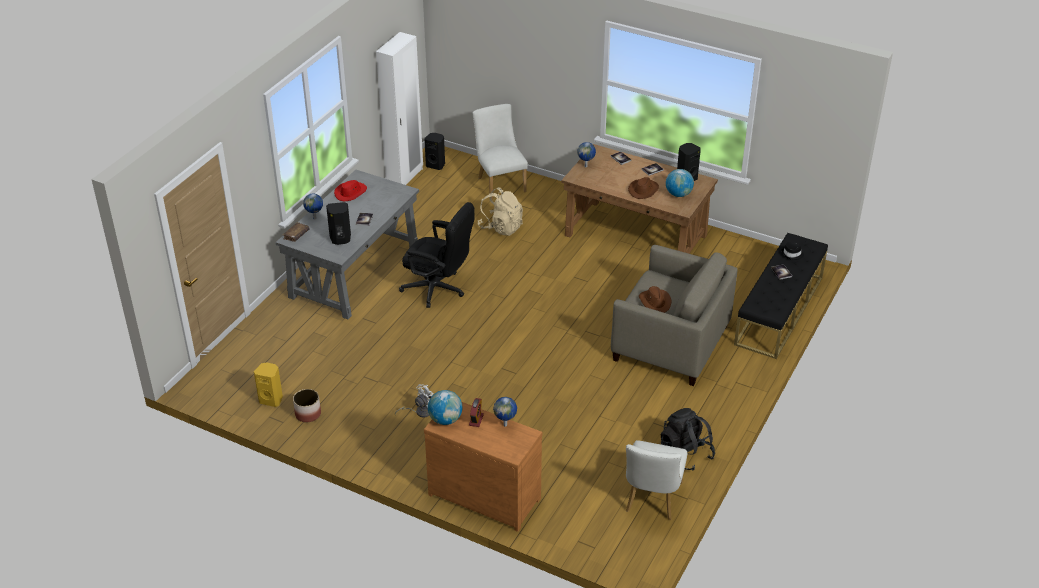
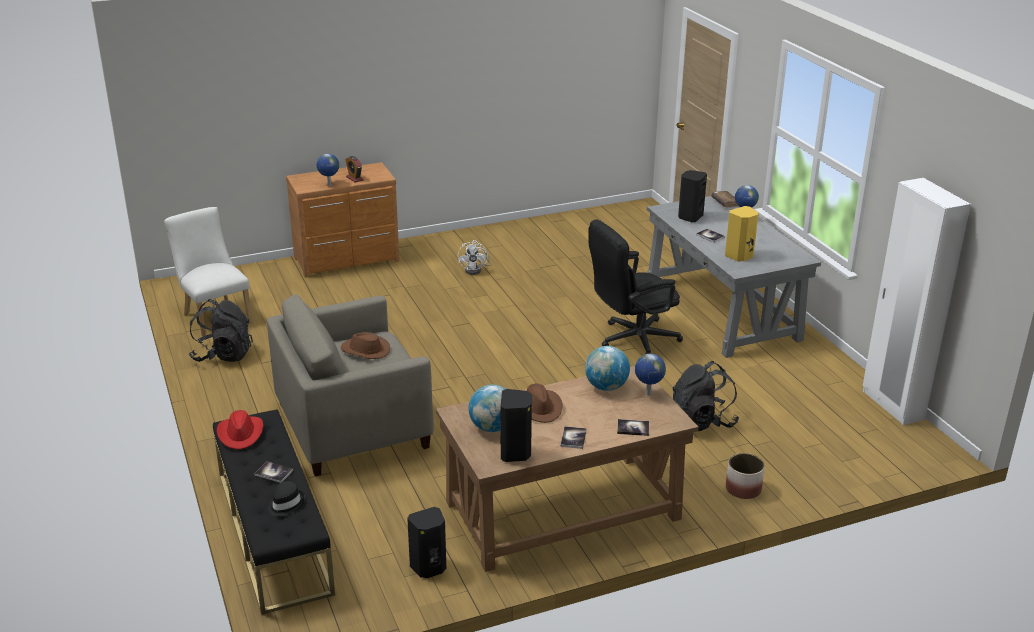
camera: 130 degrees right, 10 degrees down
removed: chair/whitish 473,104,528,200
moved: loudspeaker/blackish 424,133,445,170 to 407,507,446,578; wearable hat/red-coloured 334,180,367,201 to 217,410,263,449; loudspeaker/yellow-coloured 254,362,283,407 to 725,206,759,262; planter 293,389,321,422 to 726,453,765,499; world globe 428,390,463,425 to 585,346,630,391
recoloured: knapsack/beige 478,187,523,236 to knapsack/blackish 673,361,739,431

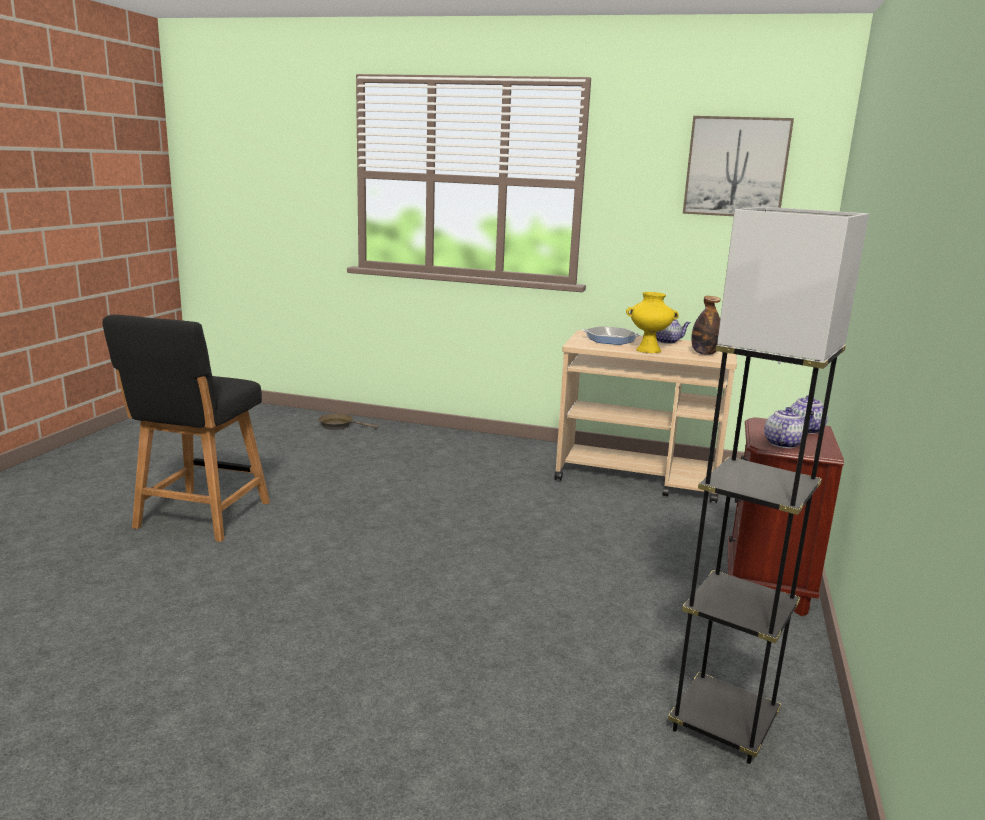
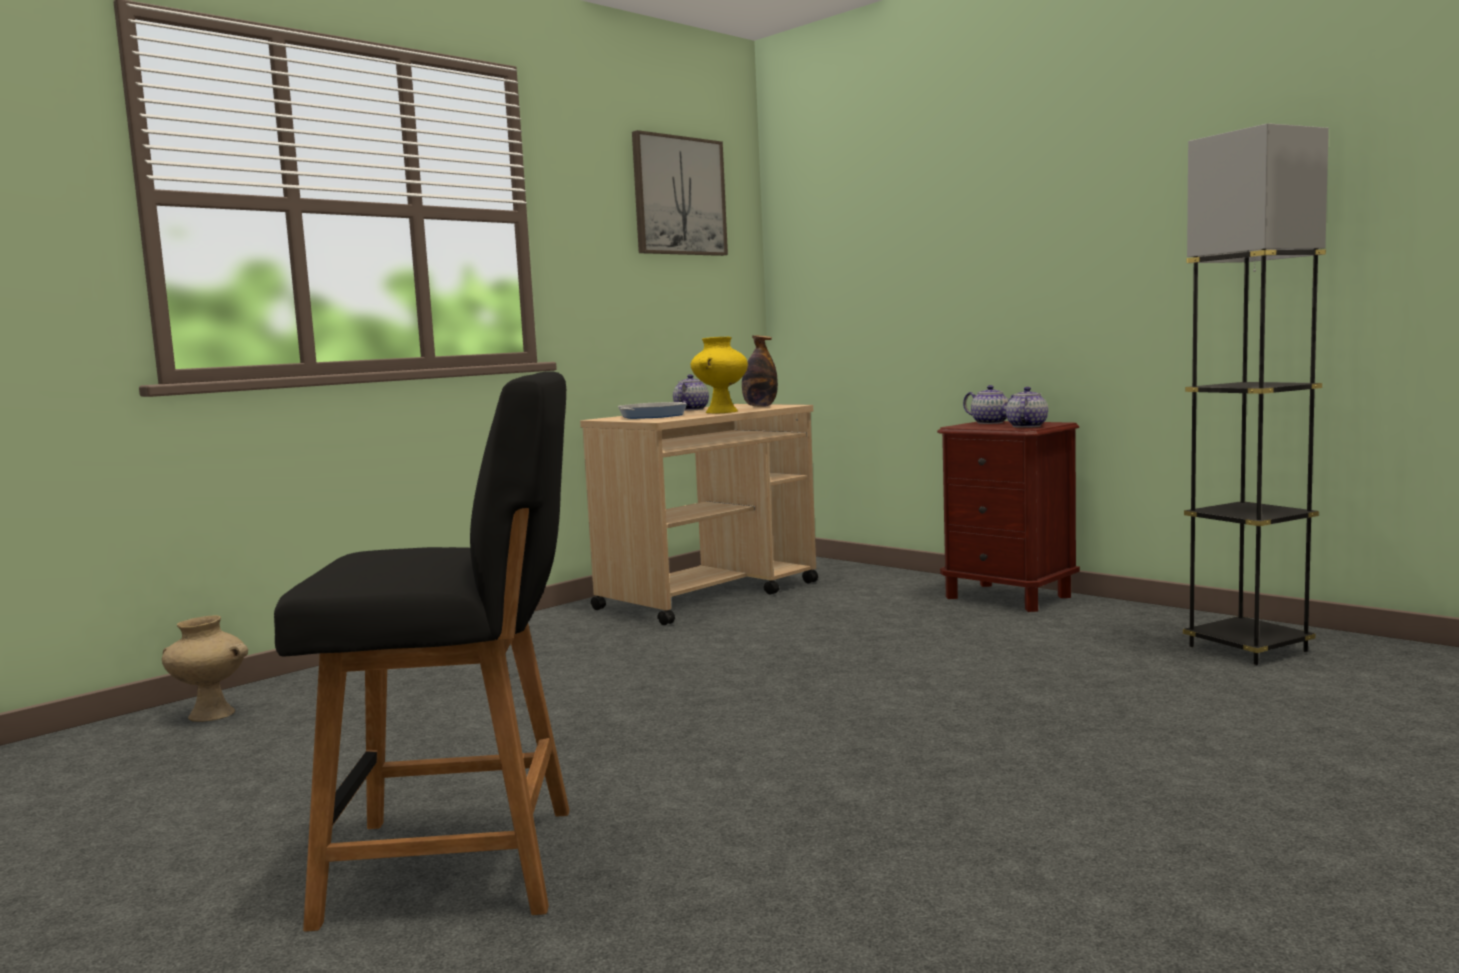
camera: 60 degrees left, 10 degrees down
replaced: skillet/brownish 318,413,378,430 to decorative vase/beige 162,615,248,722
turned: chair/blackish 103,315,270,542 = 274,371,569,932 45 degrees counterclockwise; pot for tea 764,407,804,448 = 1006,387,1048,428 60 degrees clockwise

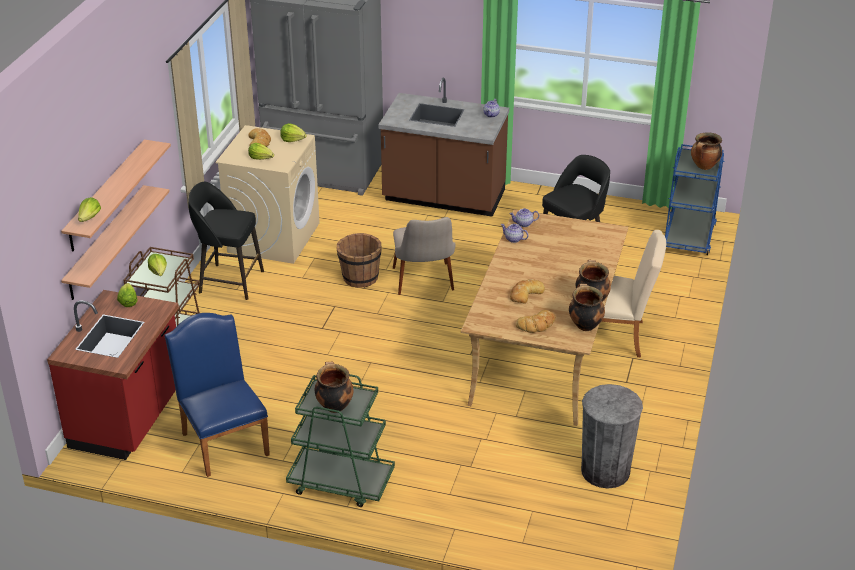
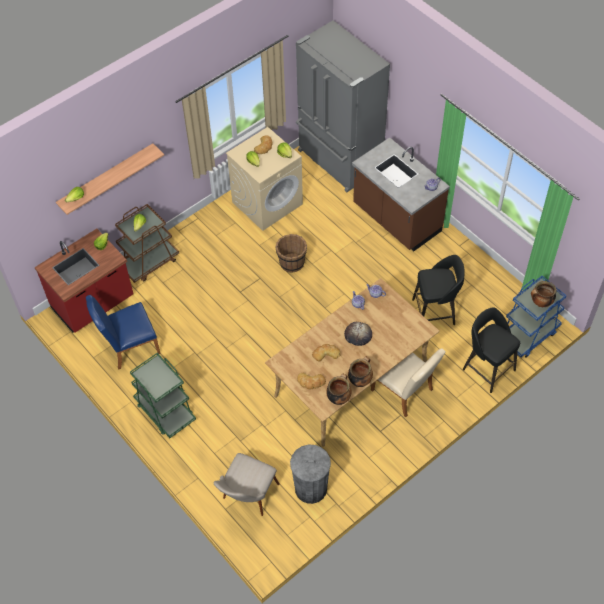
camera: 35 degrees right, 20 degrees up
removed: shelf 61,185,170,300; stockpot 315,362,354,413
added: bread 344,322,372,346
moved: stool/blackish 188,182,264,300 to 463,307,520,393; chair/beige 393,217,455,295 to 214,453,279,516
turned: chair/bluish 165,313,270,477 = 86,295,161,370 120 degrees counterclockwise

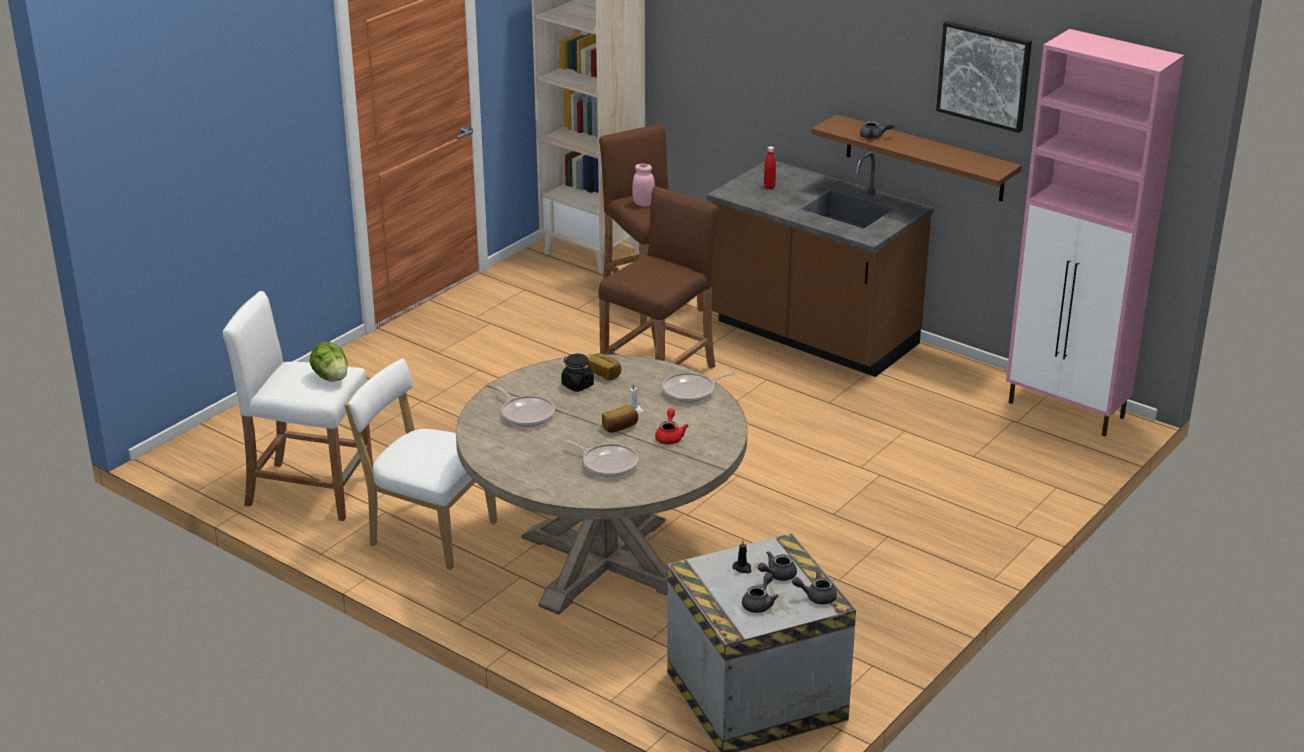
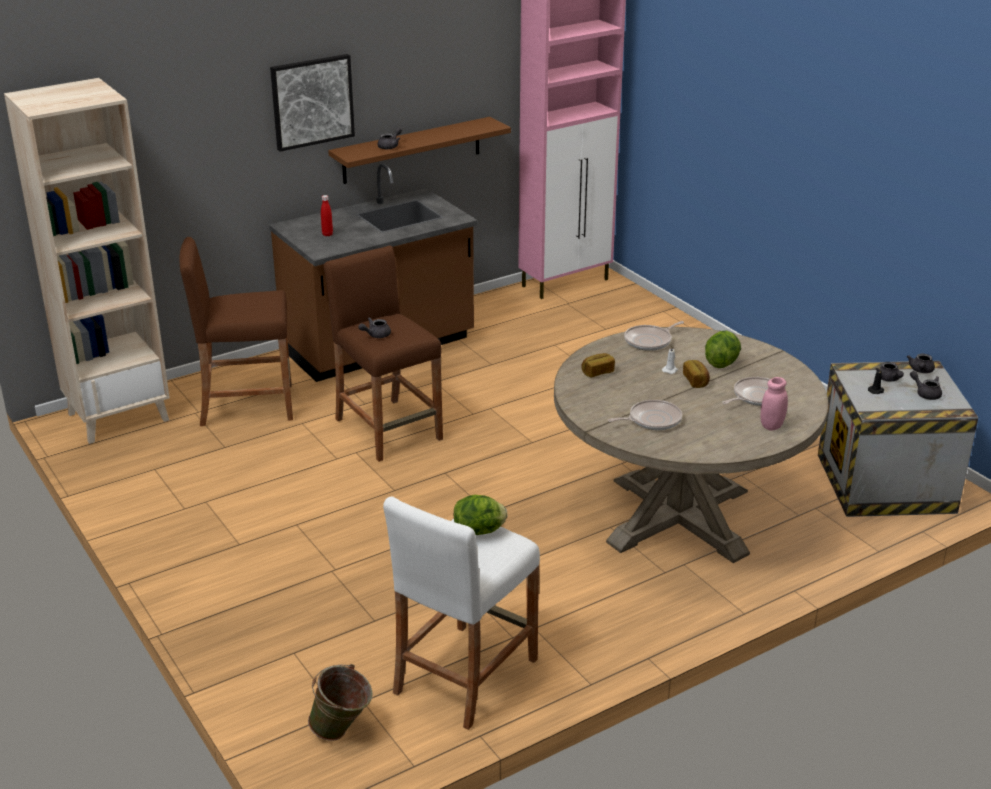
camera: 70 degrees left, 0 degrees up
removed: preserve jar/blackish 561,354,594,392; chair/whitish 344,359,497,570
added: pot for tea/grey 358,317,391,338; water bucket/greenish 308,664,373,741
moved: picture 936,21,1032,133 to 270,54,355,152; preserve jar/pinkish 632,163,655,207 to 760,377,788,431
replaced: pot for tea/red-coloured 655,408,689,445 to lettuce head 705,330,741,368
turned: skillet 662,372,736,403 = 624,321,684,351 60 degrees clockwise

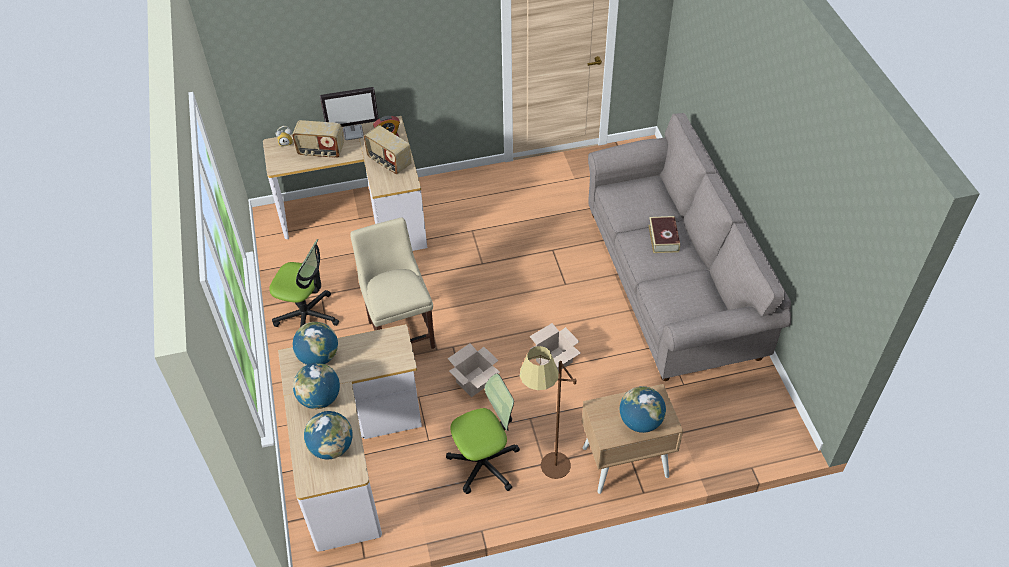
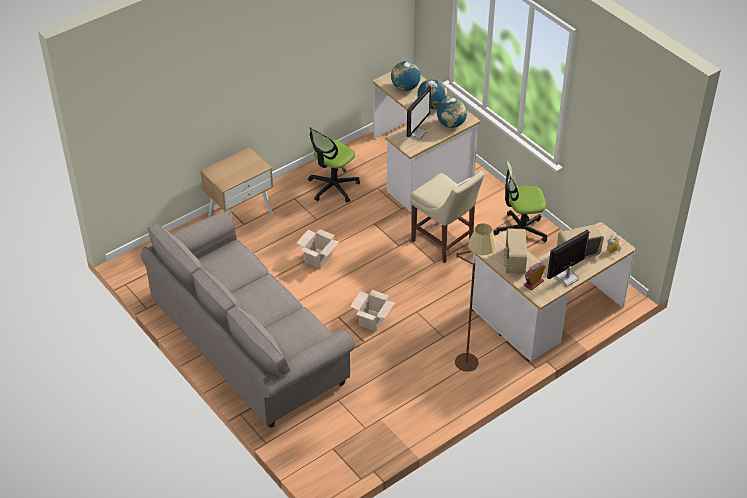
camera: 155 degrees right, 5 degrees down
removed: book 648,216,680,253; world globe 620,386,666,433
added: computer screen 406,86,431,140
moved: carton 448,343,500,397 to 350,290,395,332; standard lamp/brownish 520,346,576,479 to 455,223,496,372
turned: radio receiver 363,125,412,174 = 504,228,527,274 105 degrees counterclockwise

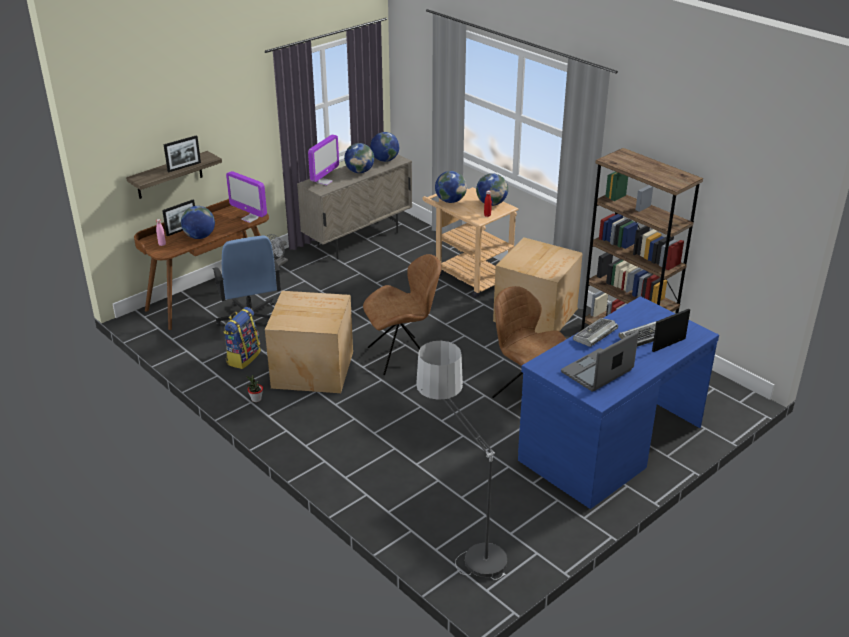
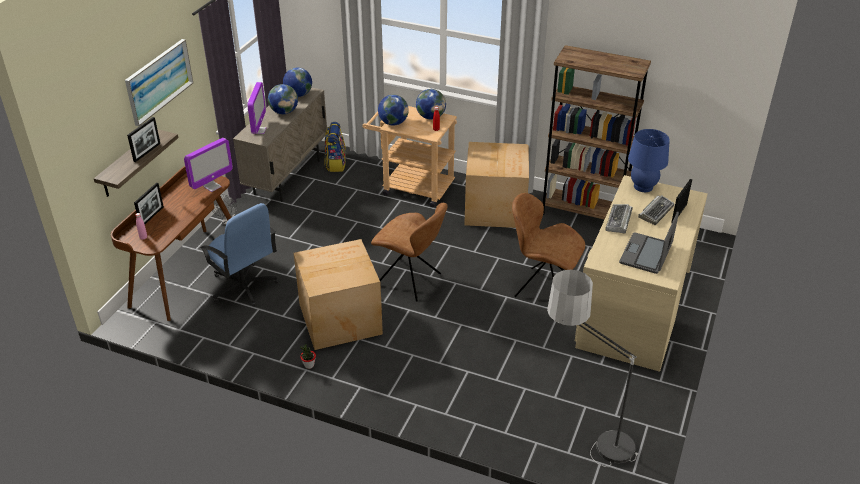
camera: 25 degrees left, 5 degrees up
removed: world globe 181,206,215,239
added: picture 125,39,193,126; lamp for a table/bluish 628,129,670,192
moved: knapsack 223,307,261,369 to 324,122,346,172
recoloured: desk unit/bluish 518,296,719,509 to desk unit/beige 575,175,708,372
turned: computer screen 226,171,267,223 = 184,138,233,192 60 degrees counterclockwise; chair/brownish 363,254,441,375 = 371,203,448,301 75 degrees clockwise

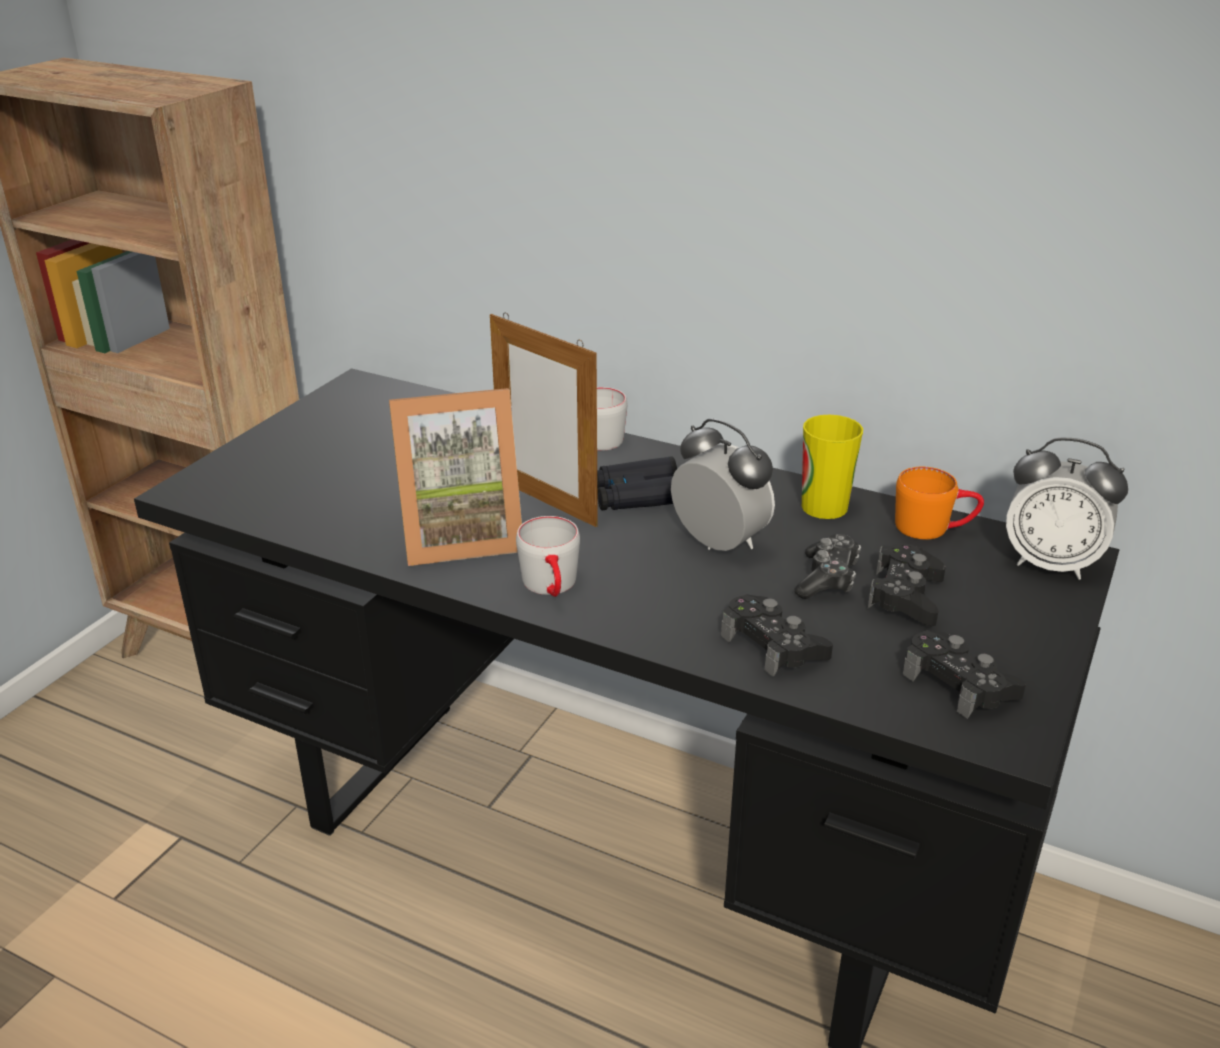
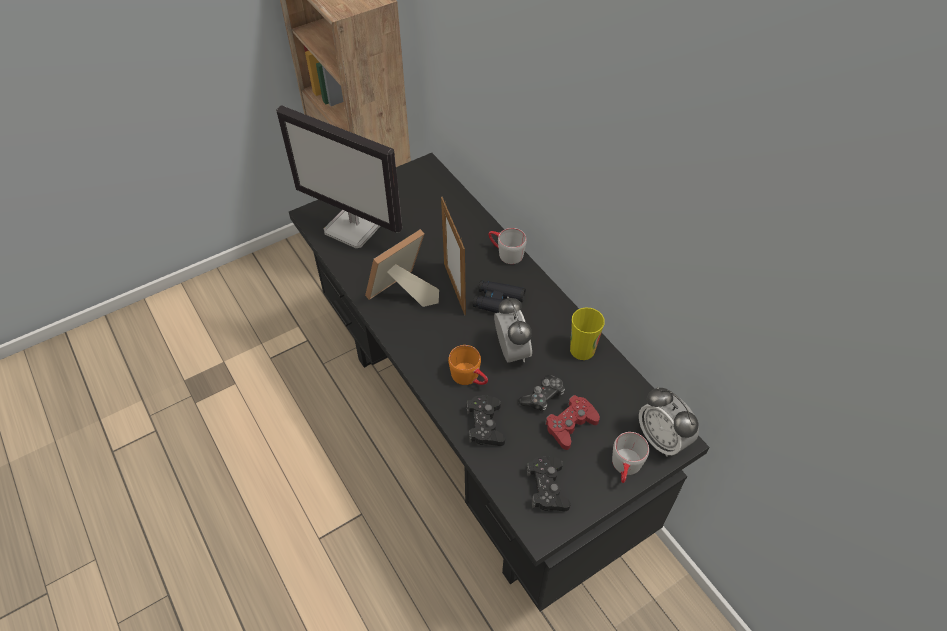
camera: 30 degrees right, 20 degrees up
added: computer screen 276,105,402,249
moved: mug/orange-coloured 895,467,984,540 to 448,345,488,385; mug/grey 516,516,580,597 to 612,432,649,483
recoloured: joypad/blackish 868,543,946,626 to joypad/red-coloured 545,395,600,450
turned: photo frame 389,388,522,566 = 365,229,439,307 120 degrees clockwise

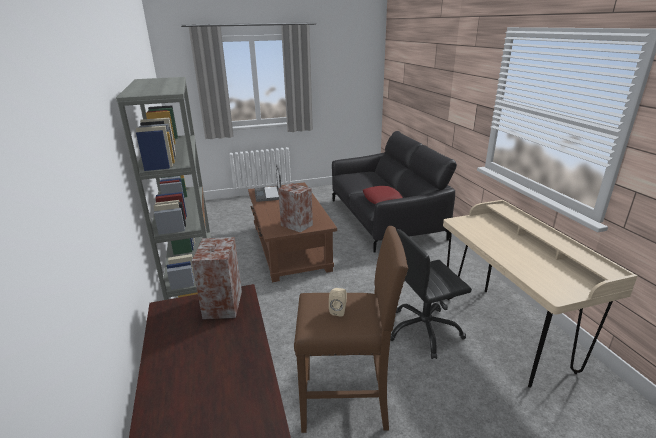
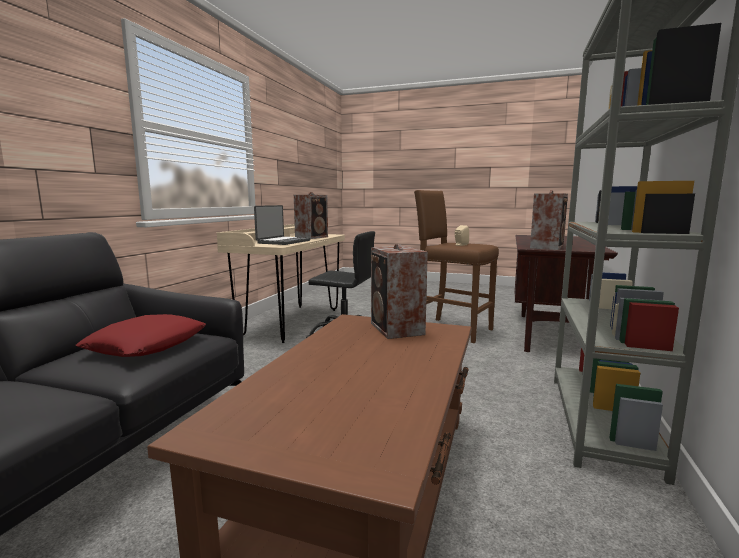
camera: 145 degrees left, 15 degrees down
added: loudspeaker 294,192,328,239
moved: laptop 255,164,281,202 to 254,205,310,245

